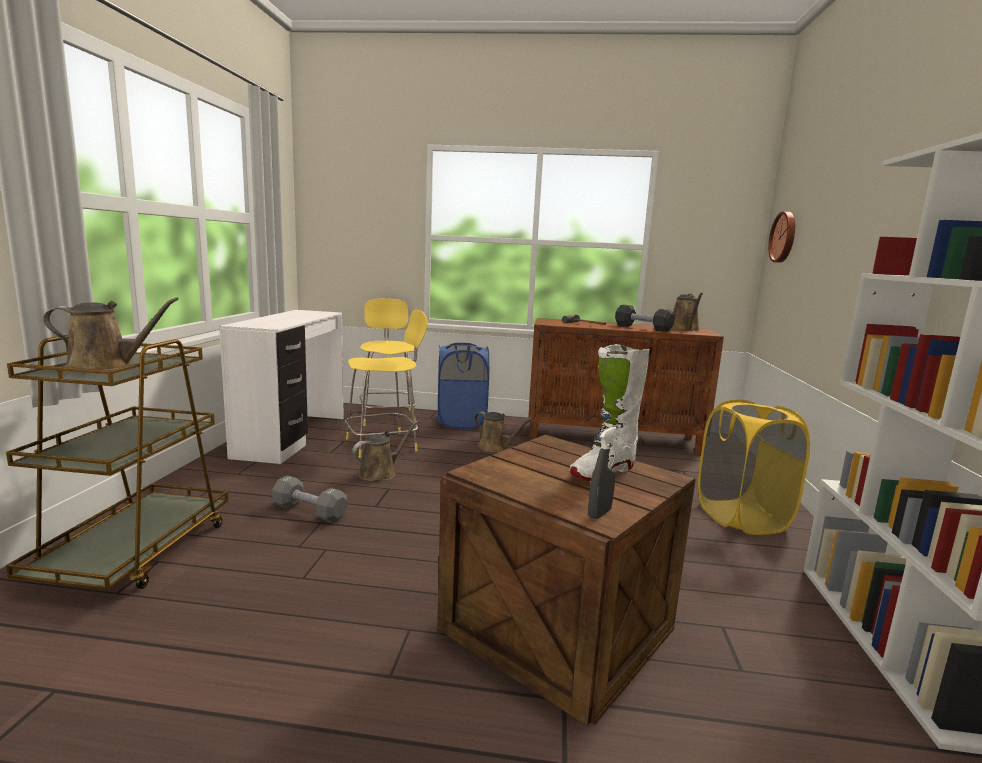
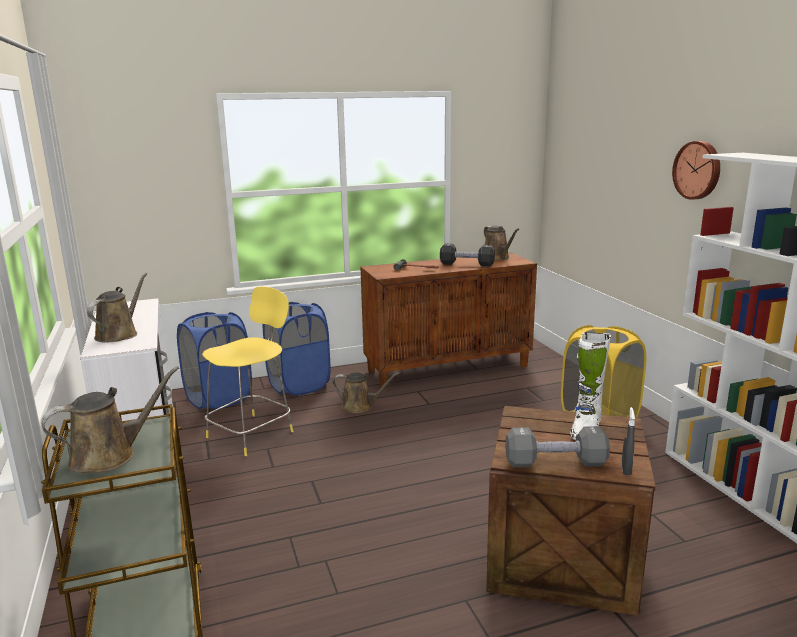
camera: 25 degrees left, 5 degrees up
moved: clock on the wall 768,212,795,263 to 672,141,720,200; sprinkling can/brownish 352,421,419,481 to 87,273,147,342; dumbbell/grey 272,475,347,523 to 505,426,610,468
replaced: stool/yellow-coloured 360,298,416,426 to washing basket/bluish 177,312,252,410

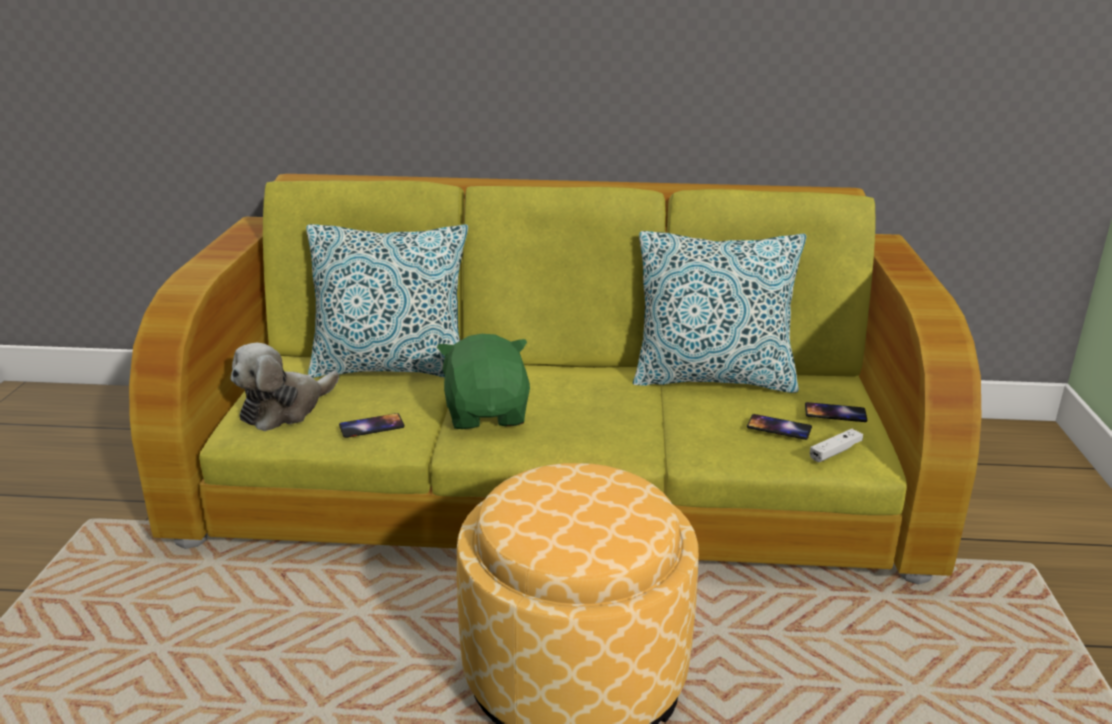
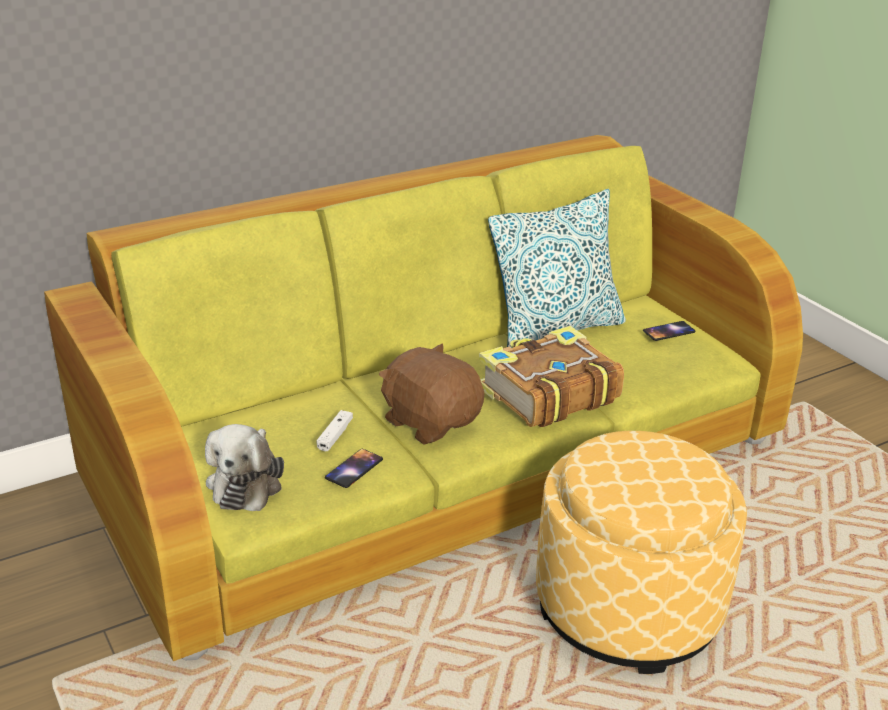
camera: 35 degrees left, 5 degrees up
removed: throw pillow 306,224,468,378; telephone 747,414,812,440
added: book 479,326,624,427
moved: joypad/whitish 810,429,863,462 to 317,410,353,451
recoloured: cuddly toy/greenish 437,334,530,429 to cuddly toy/brownish 379,344,485,445

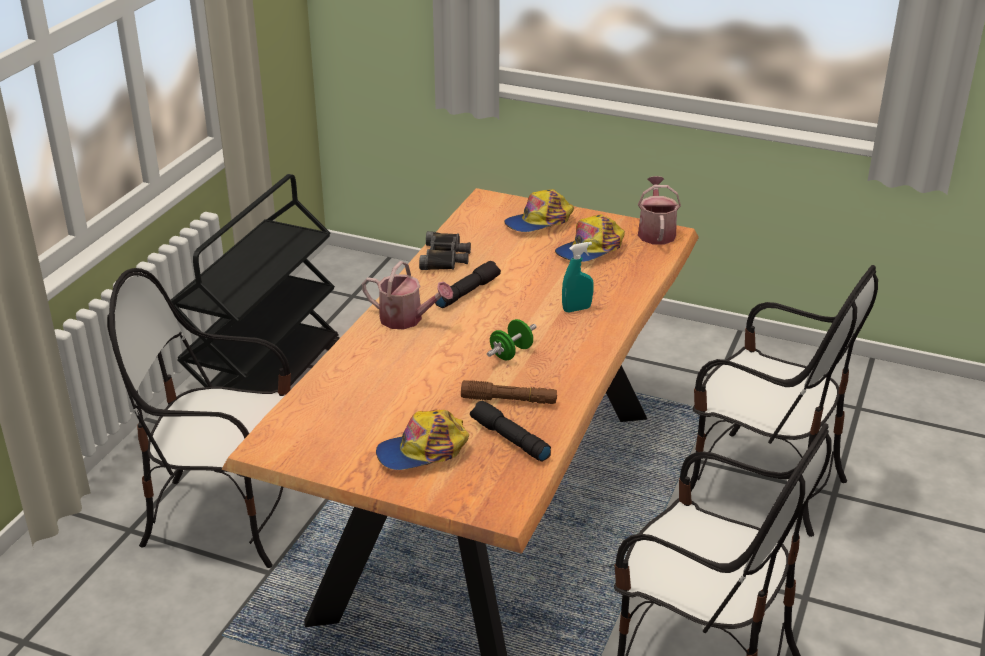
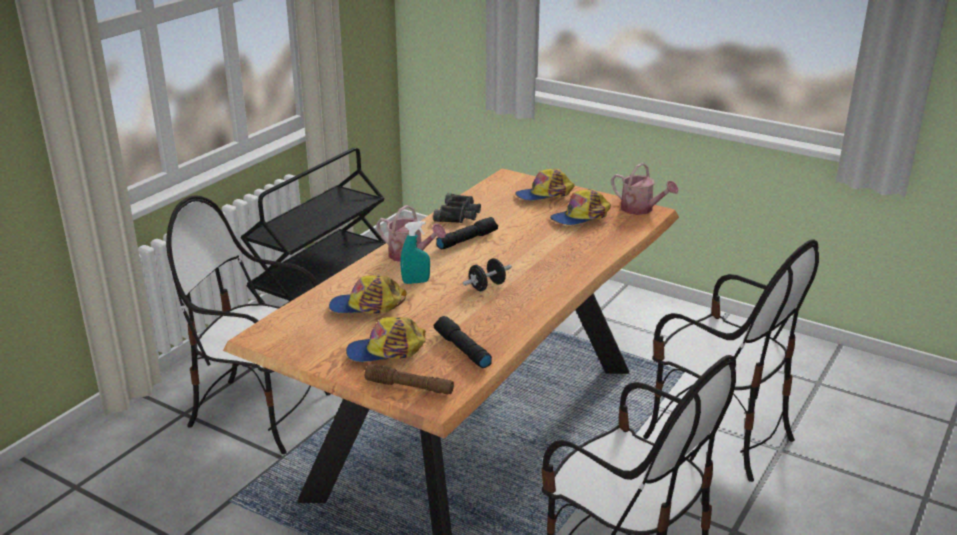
camera: 10 degrees right, 5 degrees down
added: peaked cap 329,275,407,313
moved: sprayer/blue-green 562,242,594,312 to 400,221,430,284; torch/brownish 461,380,557,404 to 365,364,454,394
recoloured: dumbbell/greenish 487,319,537,360 to dumbbell/blackish 463,258,512,291
turned: sprinkling can 638,176,681,245 = 611,163,679,215 120 degrees clockwise

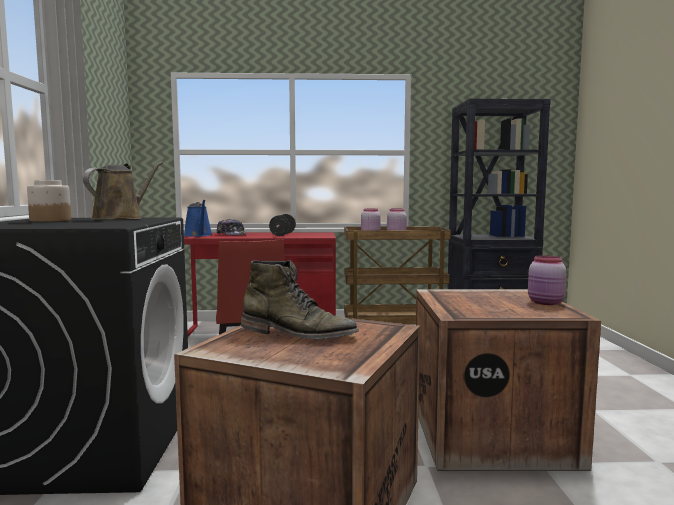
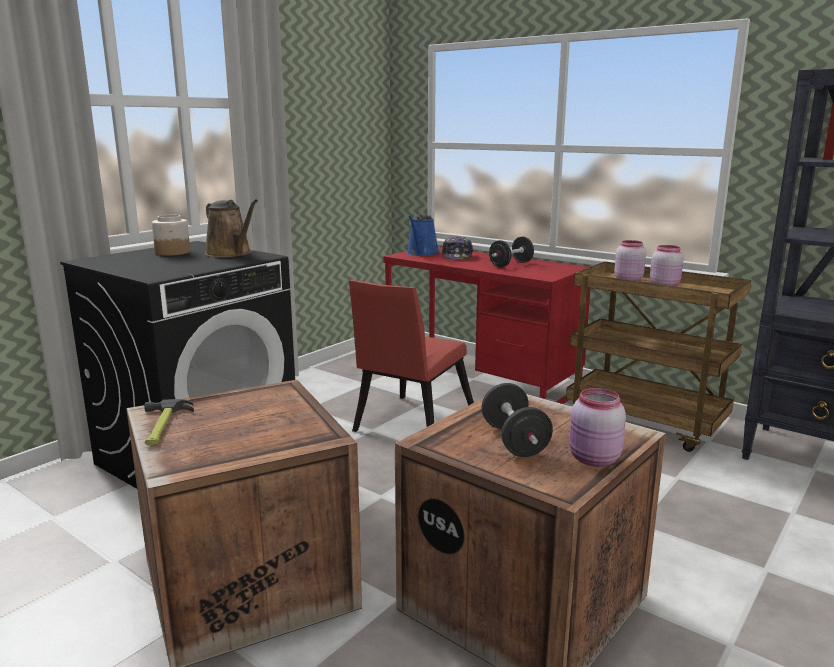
camera: 40 degrees right, 10 degrees up
removed: high-top boot/greenish 241,260,359,339
added: dumbbell/blackish 482,383,553,457; tool hammer 144,399,194,445
turned: sprinkling can/brownish 83,161,163,220 = 205,199,258,257 75 degrees clockwise

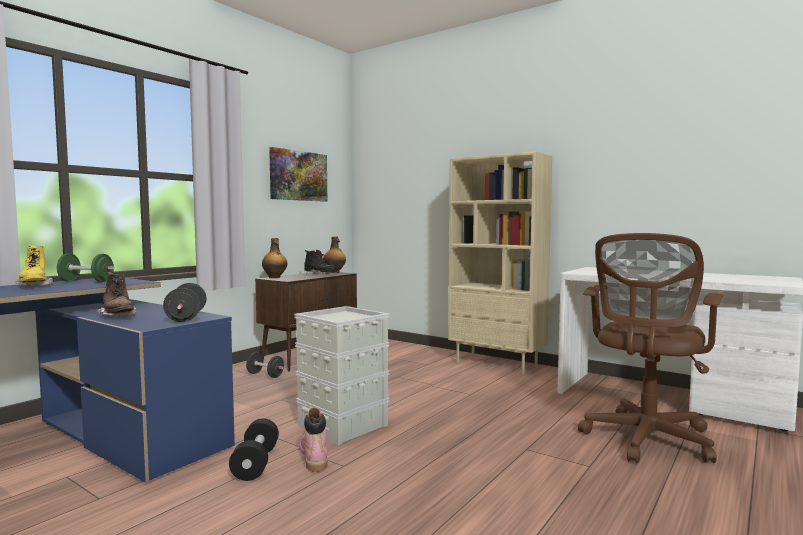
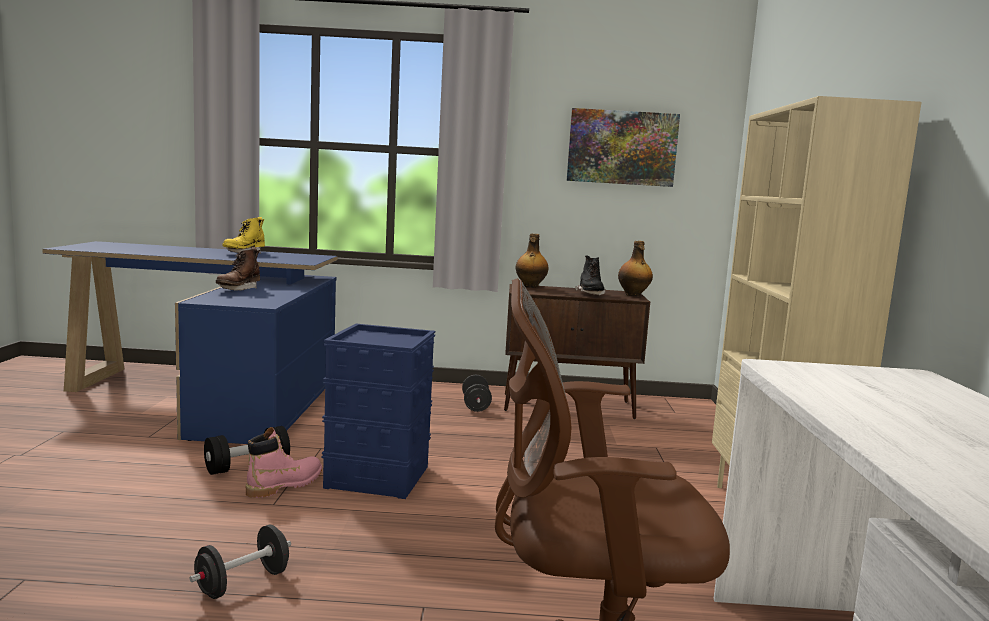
camera: 55 degrees right, 5 degrees up
removed: dumbbell/greenish 57,254,114,282
moved: dumbbell/blackish 163,283,207,322 to 190,525,291,599
recoloured: storage bin/grey 294,306,389,445 to storage bin/bluish 322,324,435,499

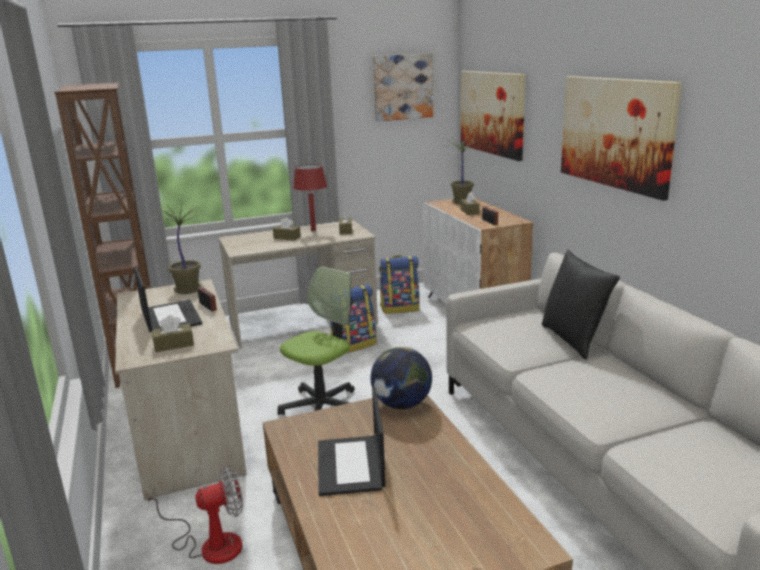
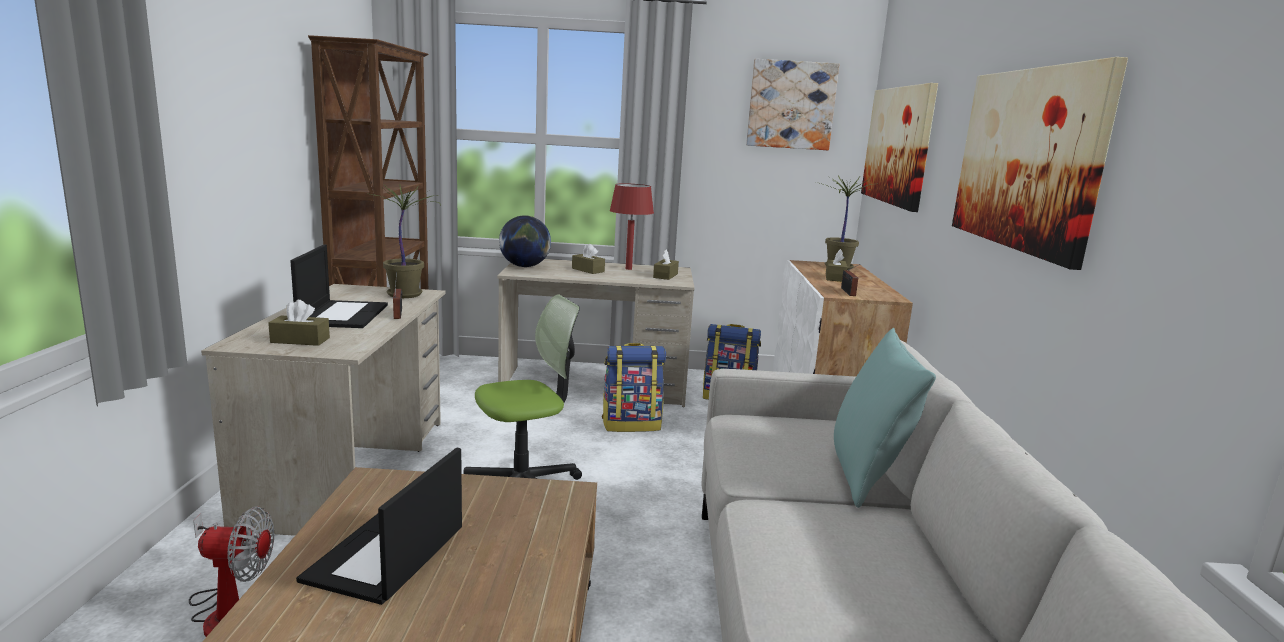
camera: 20 degrees right, 5 degrees down
moved: world globe 371,347,432,409 to 499,215,551,267
recoloured: throw pillow/blackish 542,250,620,359 to throw pillow/blue-green 834,328,936,508

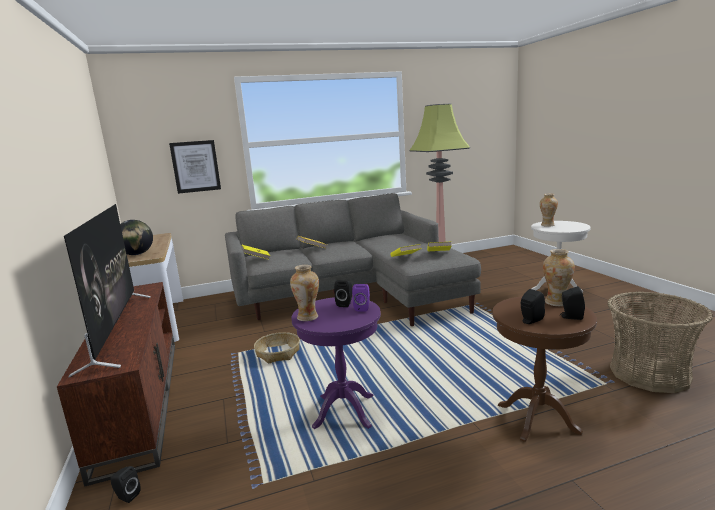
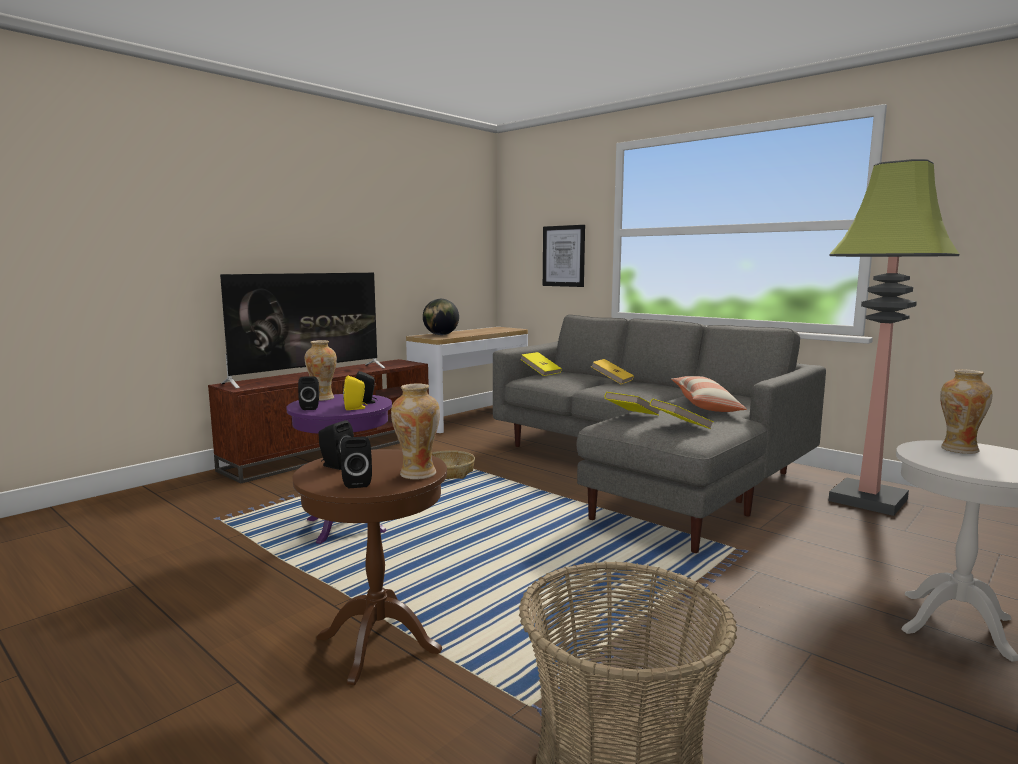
camera: 60 degrees right, 5 degrees down
added: throw pillow 671,376,747,412
moved: loudspeaker/blackish 110,466,141,503 to 298,376,319,410
recoloured: loudspeaker/purple-coloured 352,284,370,311 to loudspeaker/yellow-coloured 343,375,367,410

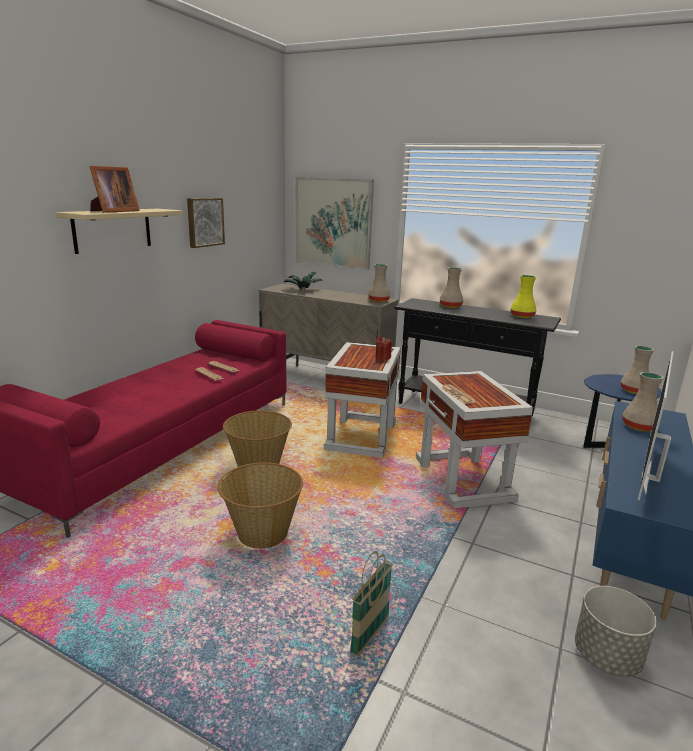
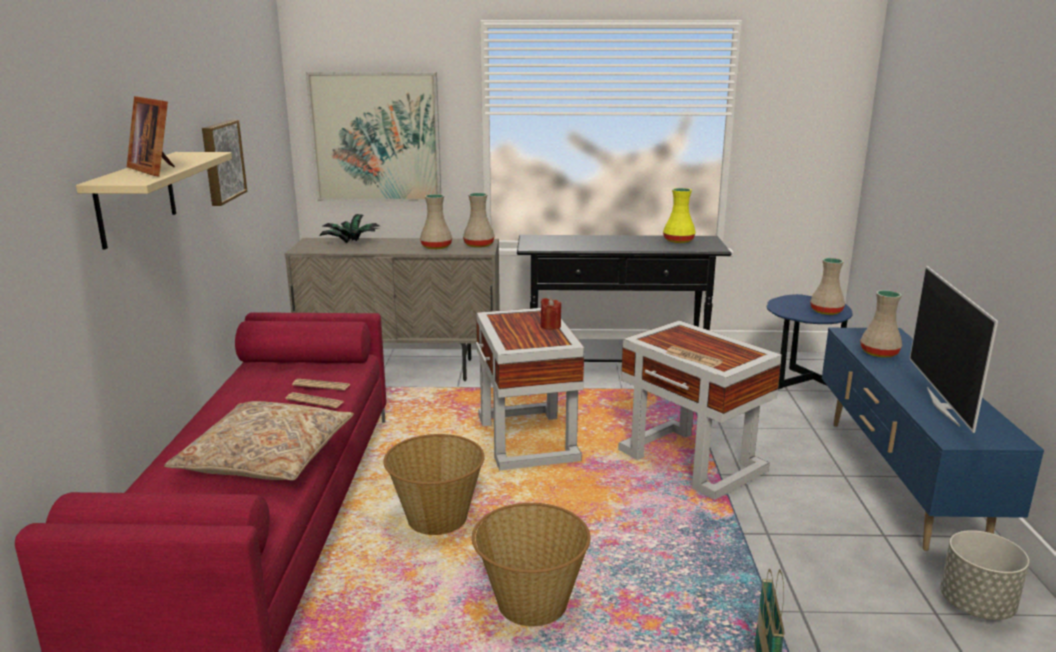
camera: 25 degrees left, 0 degrees up
added: throw pillow/beige 164,401,354,480
moved: decorative vase/beige 440,267,463,308 to 420,194,452,249
turned: photo frame 90,166,140,213 = 127,96,175,176 135 degrees clockwise

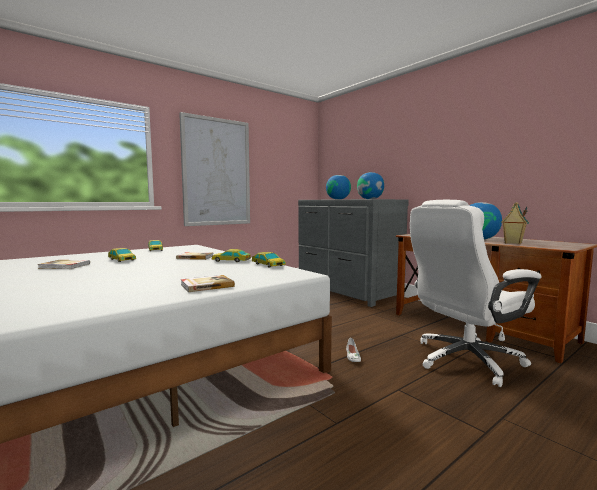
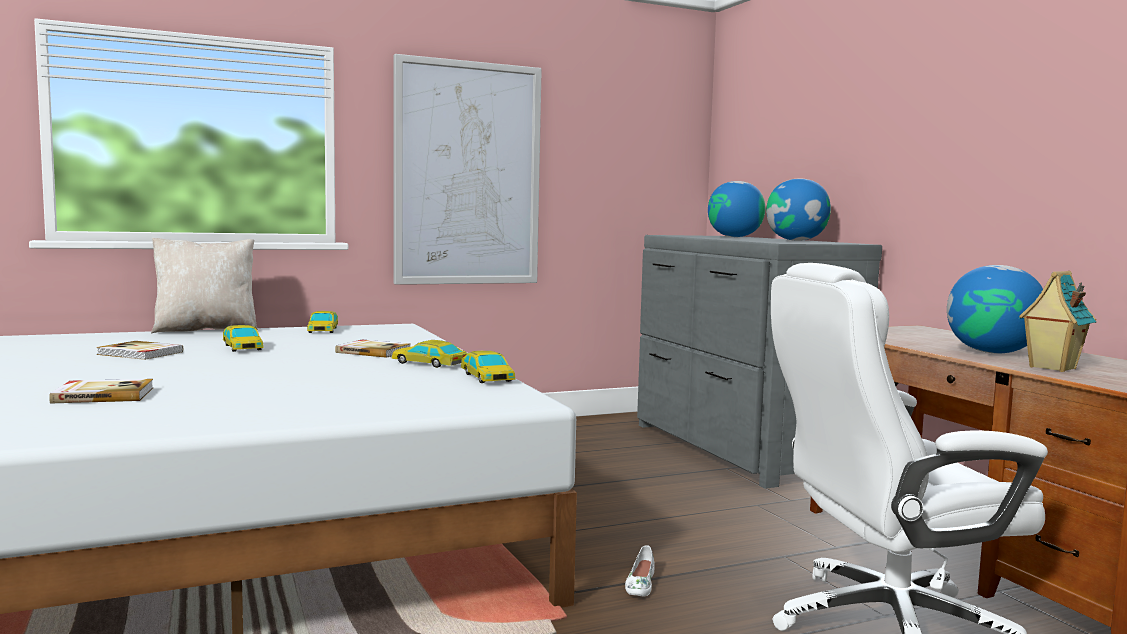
camera: 15 degrees right, 0 degrees up
added: throw pillow/beige 151,238,258,333
moved: book 181,275,235,292 to 49,379,153,404

